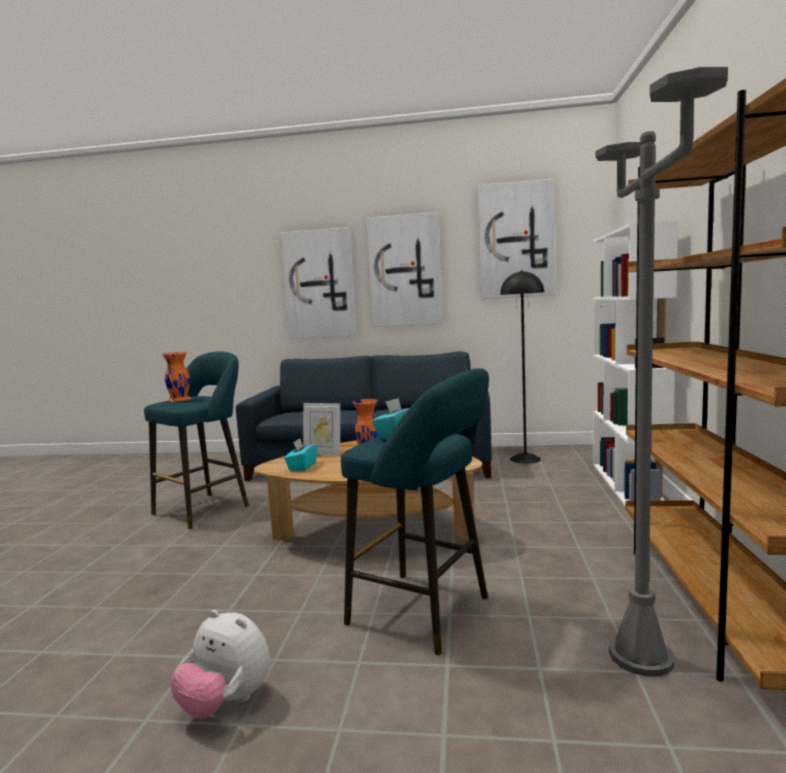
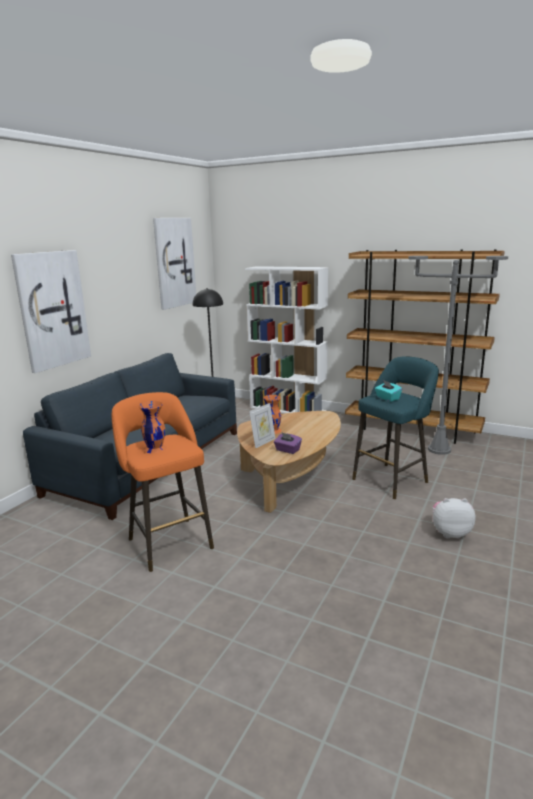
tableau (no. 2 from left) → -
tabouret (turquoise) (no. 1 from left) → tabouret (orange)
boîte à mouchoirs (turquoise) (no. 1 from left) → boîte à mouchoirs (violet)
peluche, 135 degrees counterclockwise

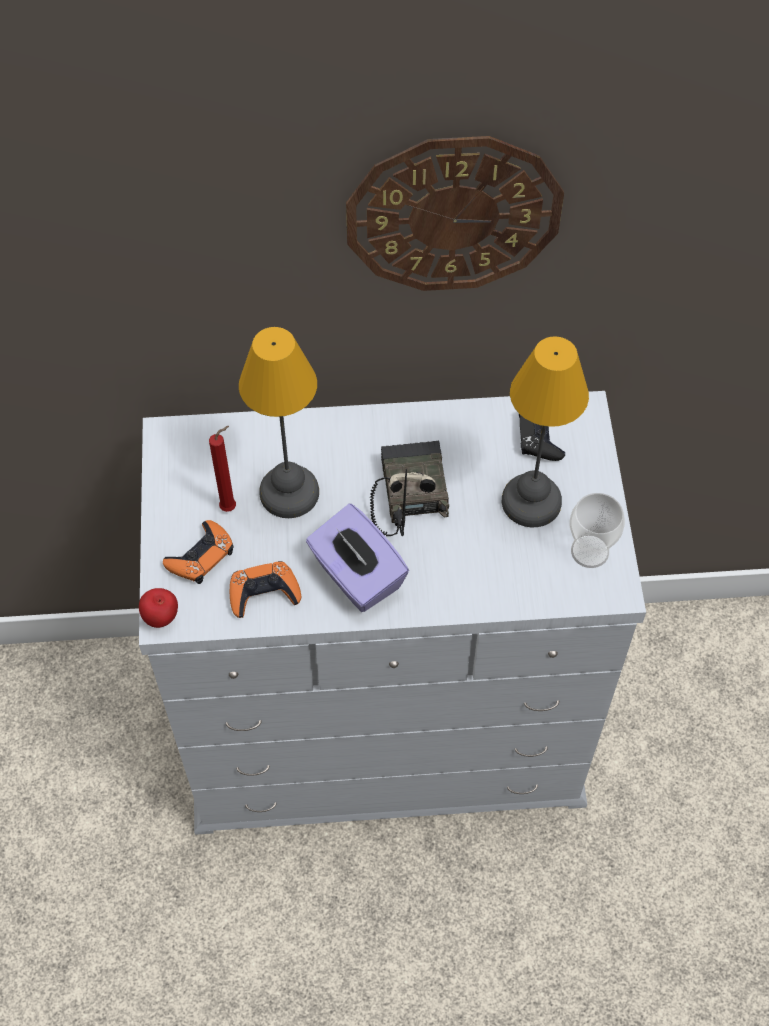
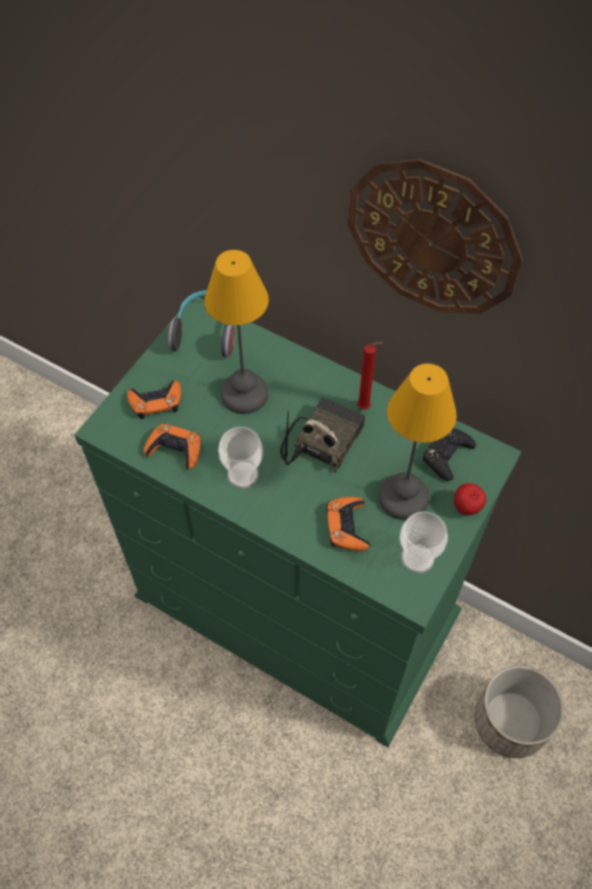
commode (blanc) → commode (vert)
bougie (rouge), relocated
boîte à mouchoirs (violet) → tasse (no. 1 from left)
pomme, relocated
- → casque audio
- → manette (orange) (no. 3 from left)
- → cache-pot

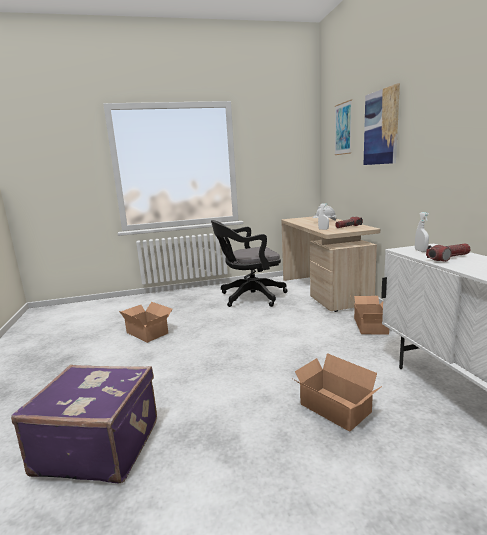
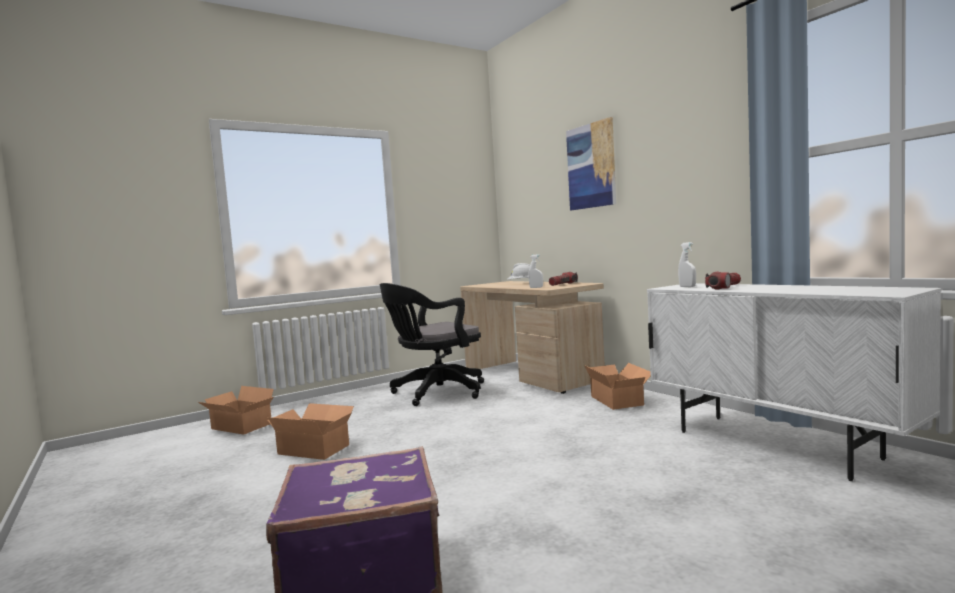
tableau (no. 1 from left) → -
carton (no. 2 from left in the first image) → carton (no. 1 from left), relocated

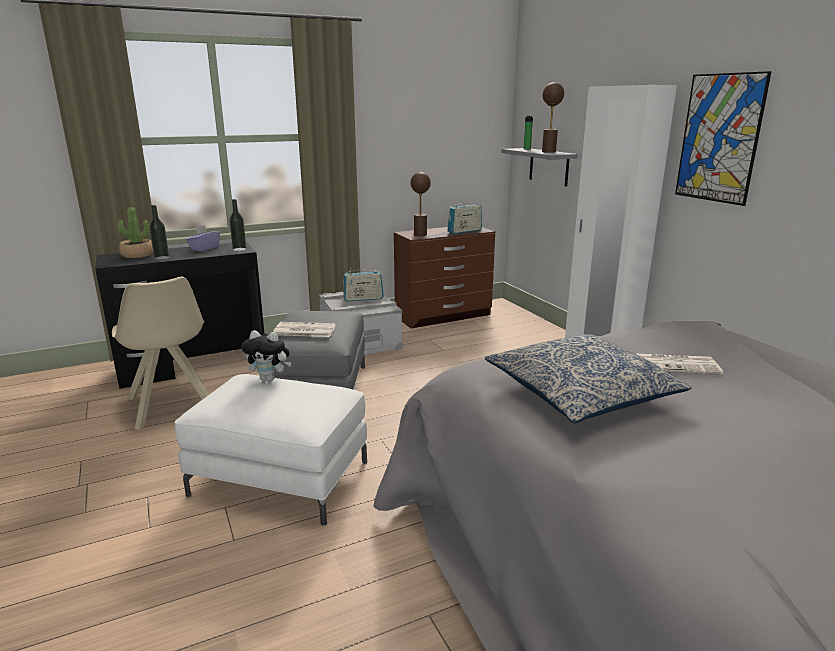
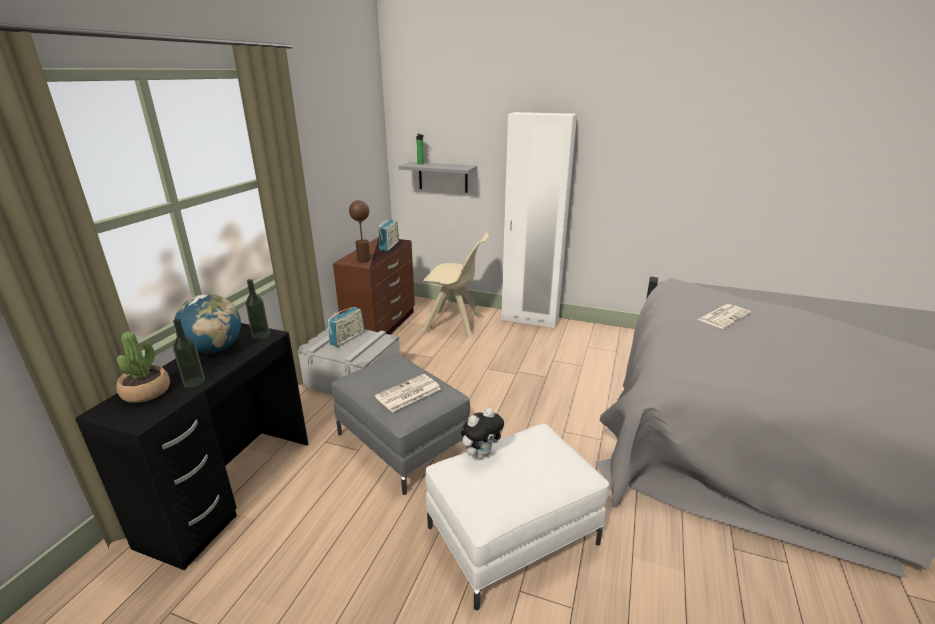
tableau → -
lampe de table (marron) (no. 2 from left) → -
boîte à mouchoirs (violet) → globe
chaise (beige), relocated
coussin → -

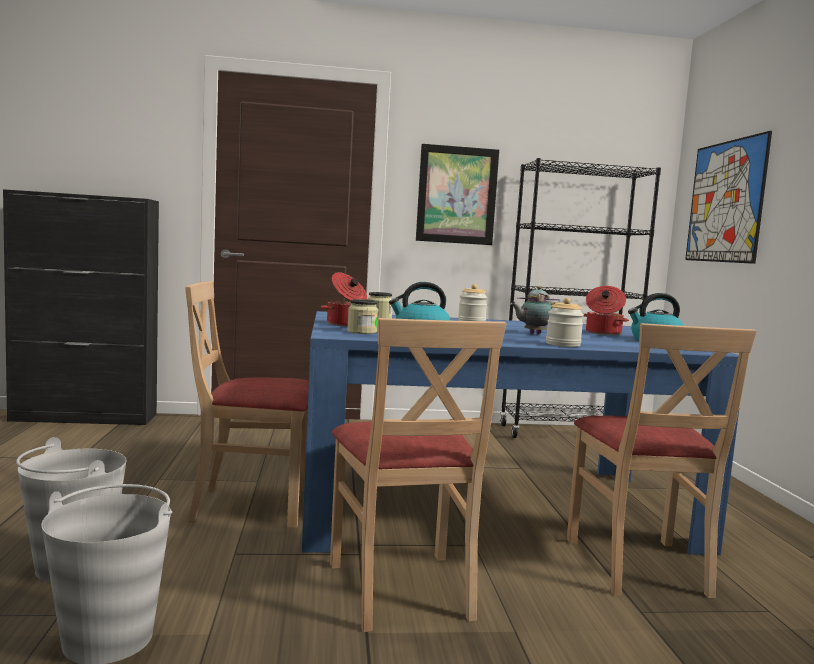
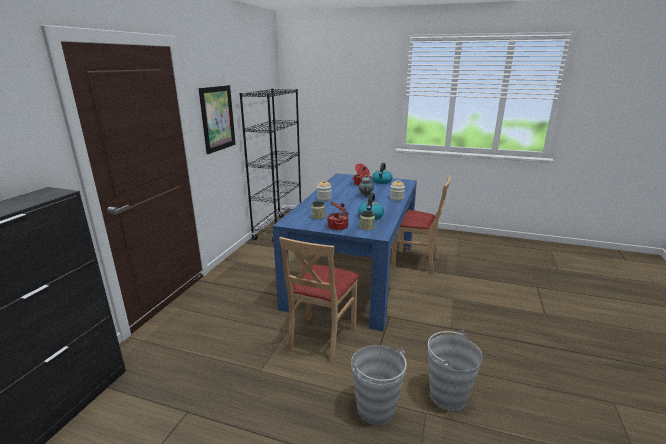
tableau (no. 2 from left) → -
chaise (beige) (no. 2 from left) → -

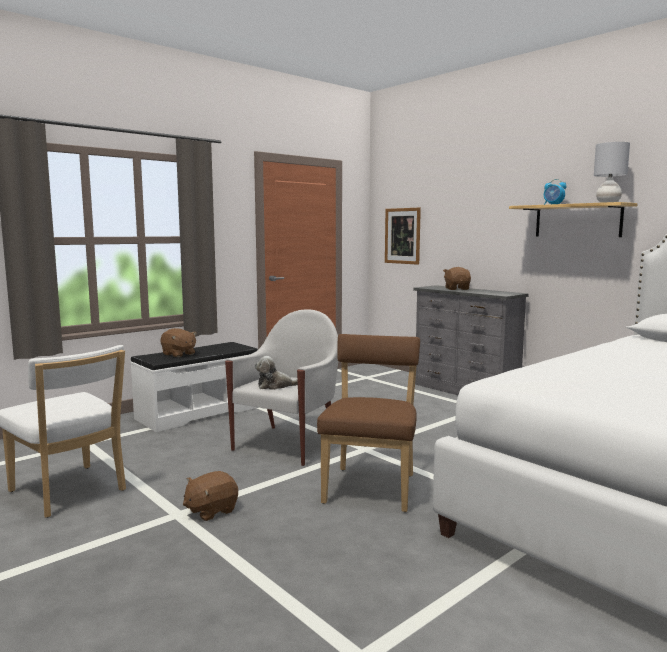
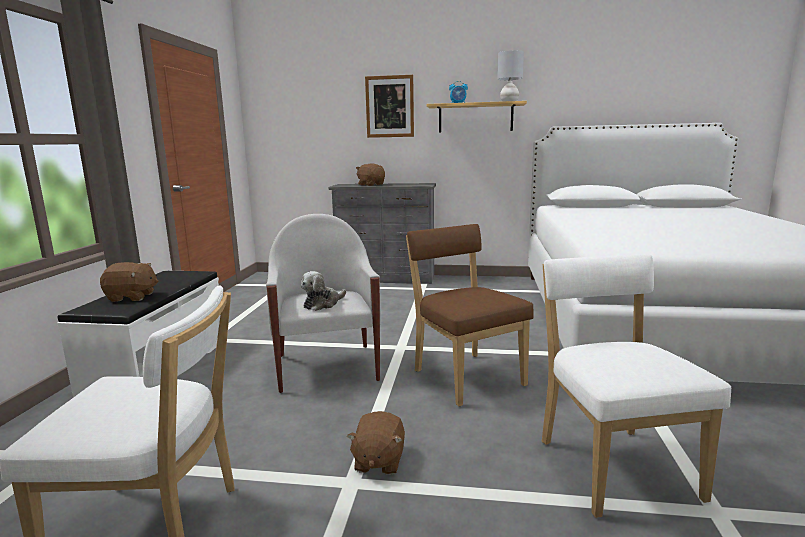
tableau, relocated
- → chaise (blanc) (no. 2 from left)

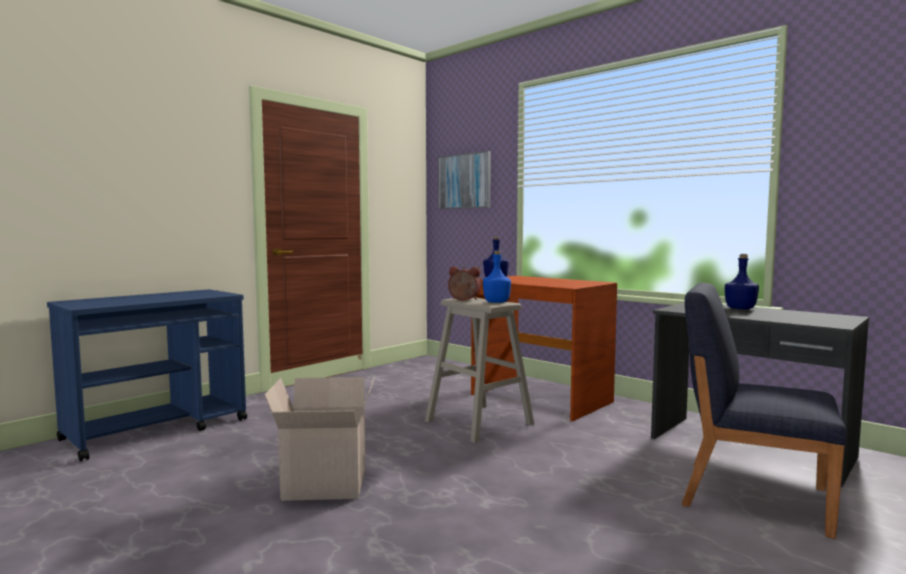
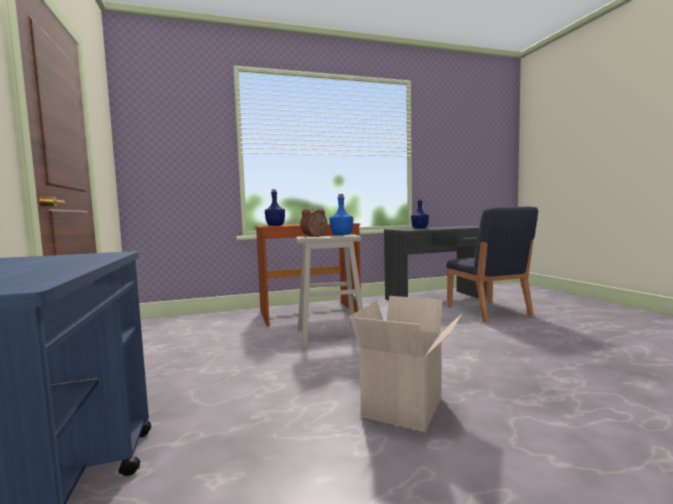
tableau → -
chaise (bleu), 75 degrees counterclockwise

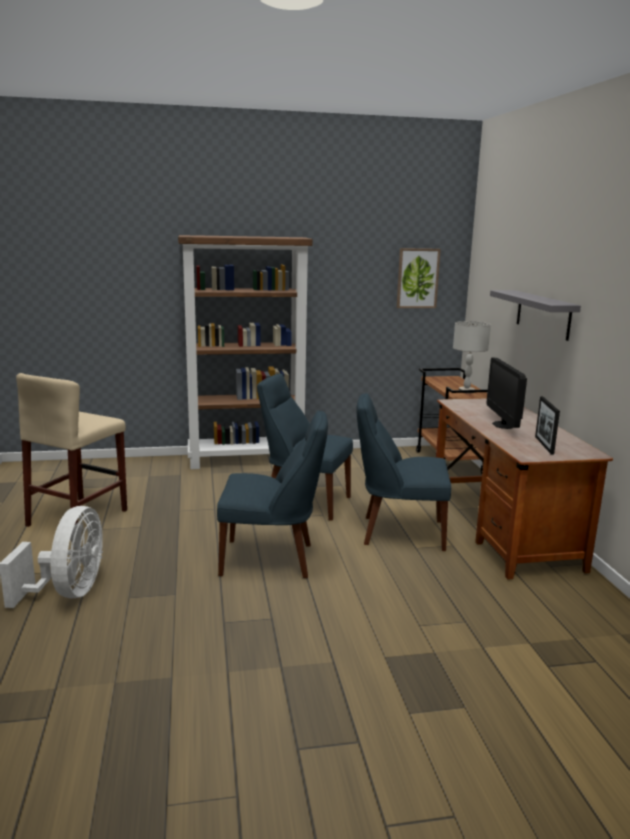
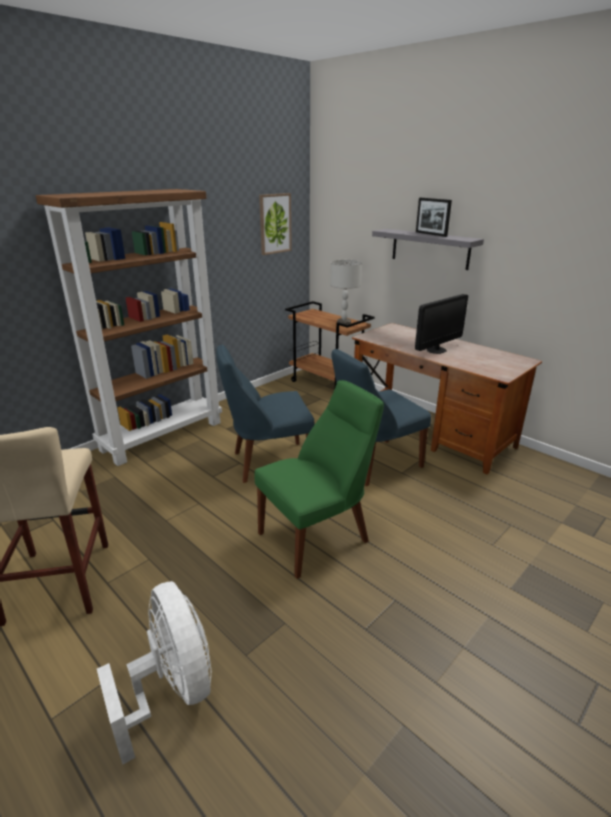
écran d'ordinateur, 90 degrees counterclockwise
cadre photo, relocated
chaise (bleu) (no. 1 from left) → chaise (vert)

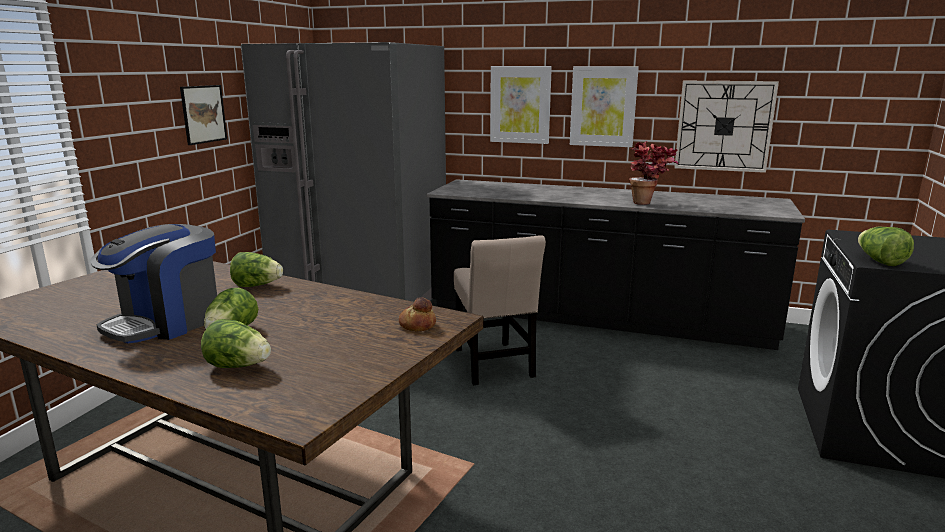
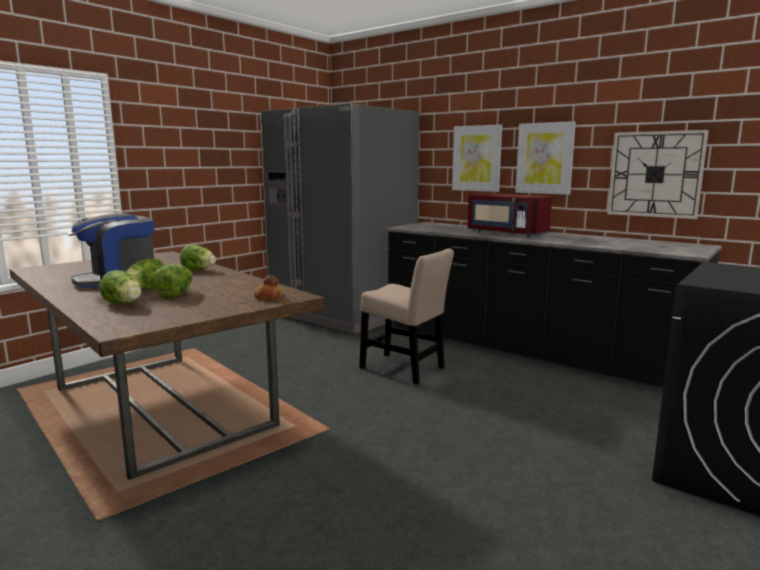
tableau (no. 1 from left) → -
plante en pot → -
laitue (no. 4 from left in the first image) → laitue (no. 3 from left), relocated
chaise (beige), 60 degrees counterclockwise
- → micro-ondes (rouge)

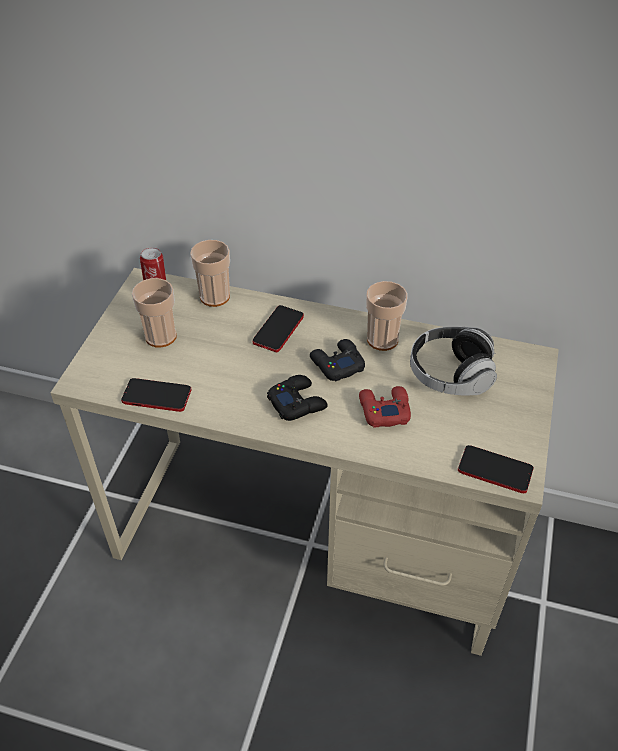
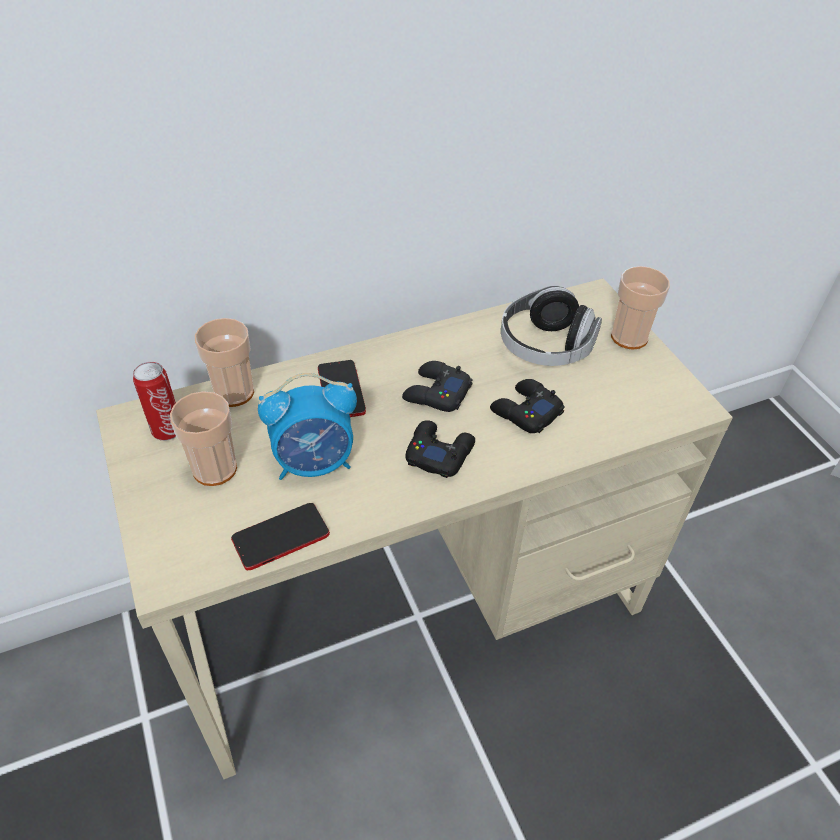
tasse (no. 3 from left), relocated
manette (rouge) → manette (noir) (no. 3 from left)
téléphone (no. 3 from left) → -
- → réveil

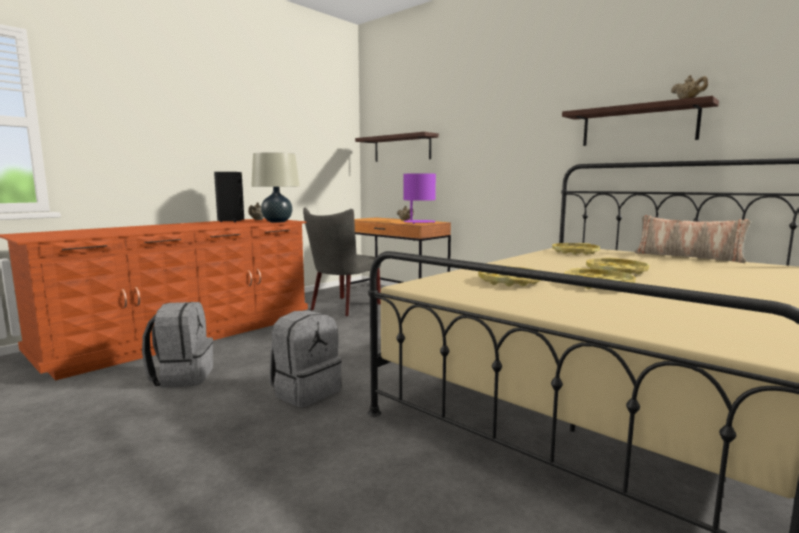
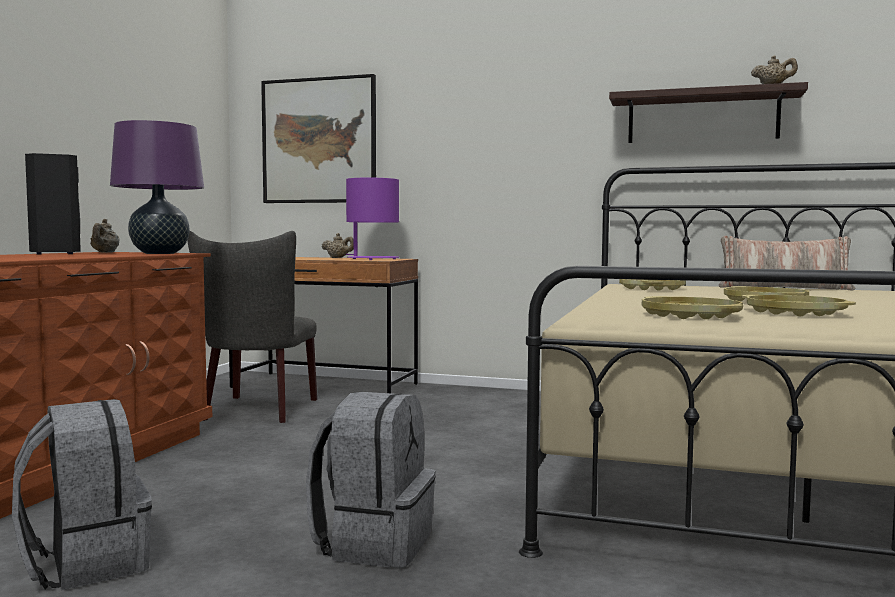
étagère (no. 1 from left) → tableau
lampe de table (beige) → lampe de table (violet) (no. 1 from left)

